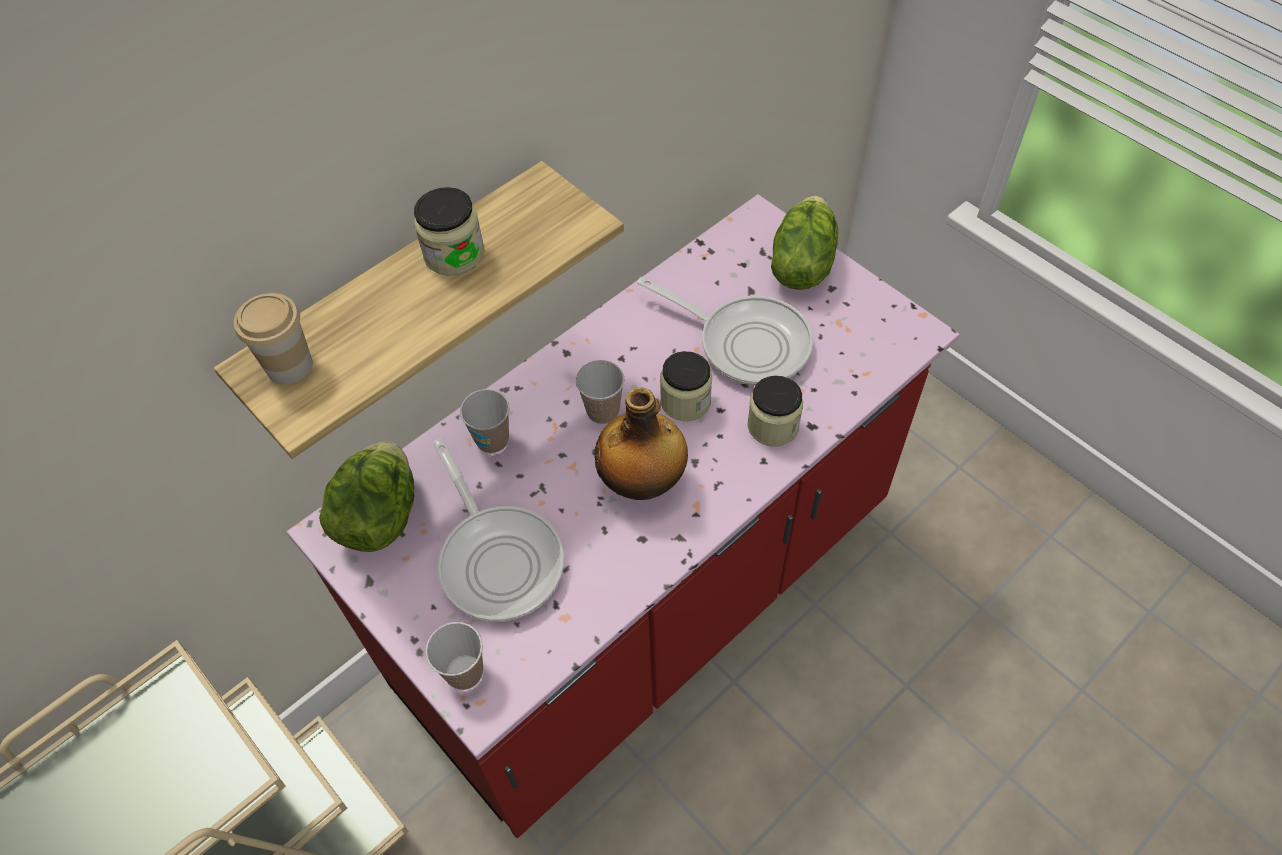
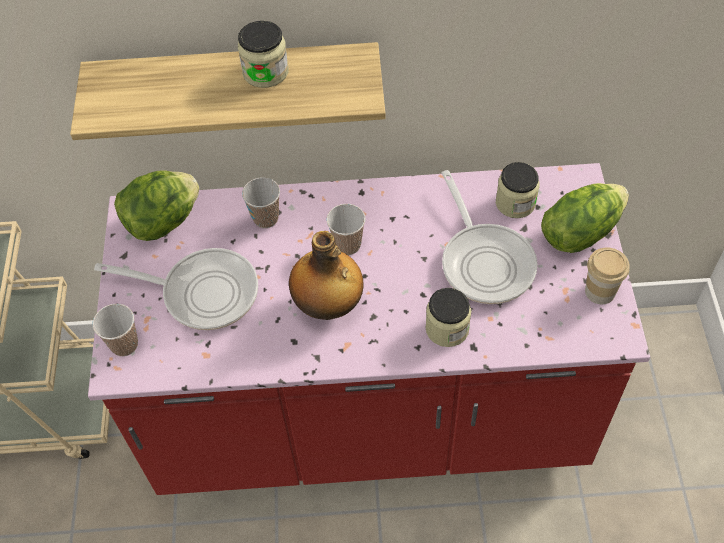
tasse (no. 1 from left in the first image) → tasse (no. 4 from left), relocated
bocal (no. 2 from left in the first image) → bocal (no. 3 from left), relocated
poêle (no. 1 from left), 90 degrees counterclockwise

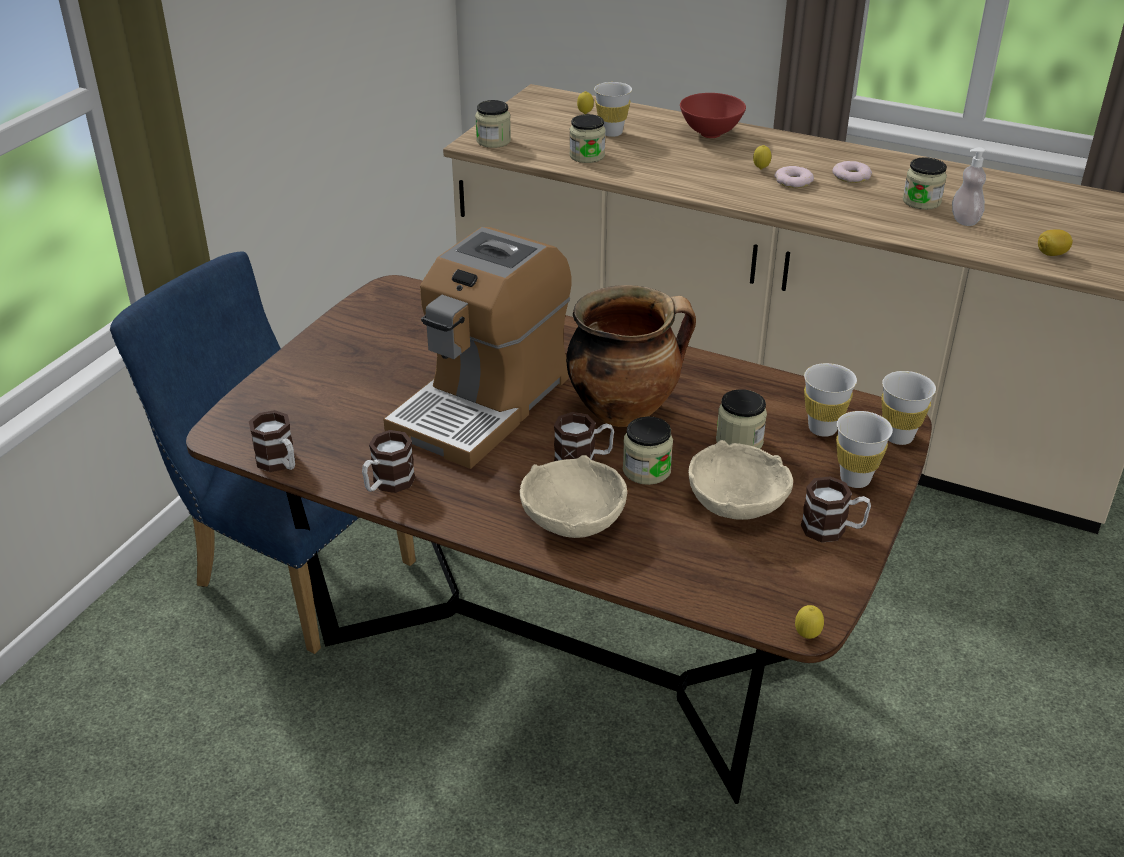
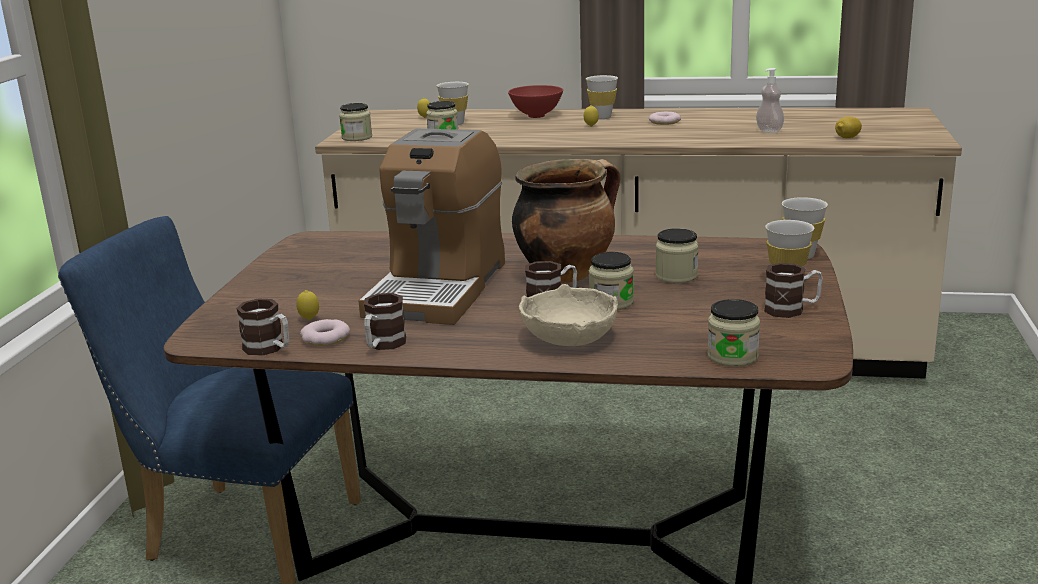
bocal (no. 5 from left), relocated
beignet (no. 1 from left), relocated
tasse (blanc) (no. 2 from left), relocated
bol (beige) (no. 2 from left) → -
citron (no. 3 from left in the first image) → citron (no. 1 from left), relocated

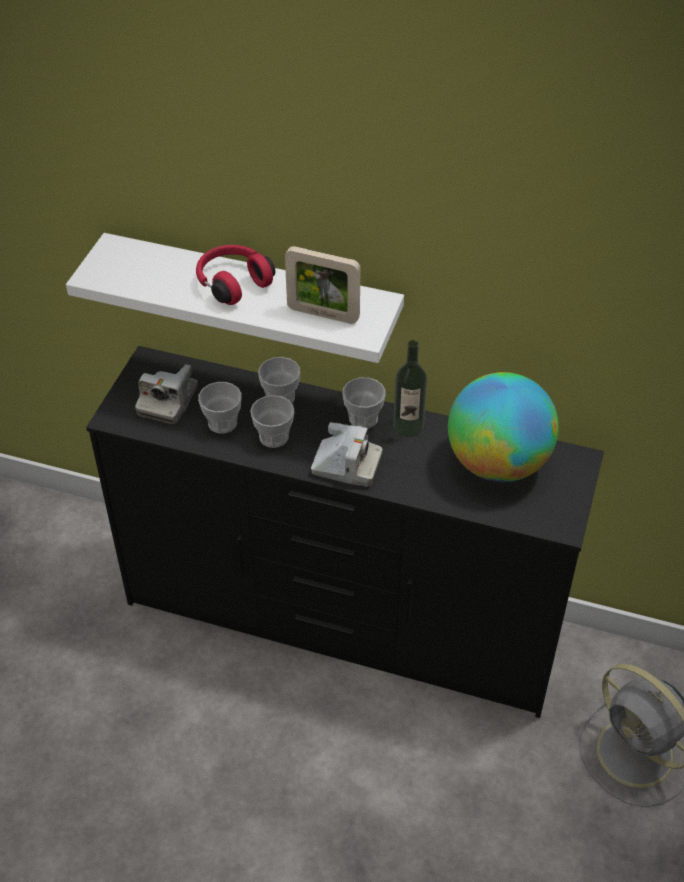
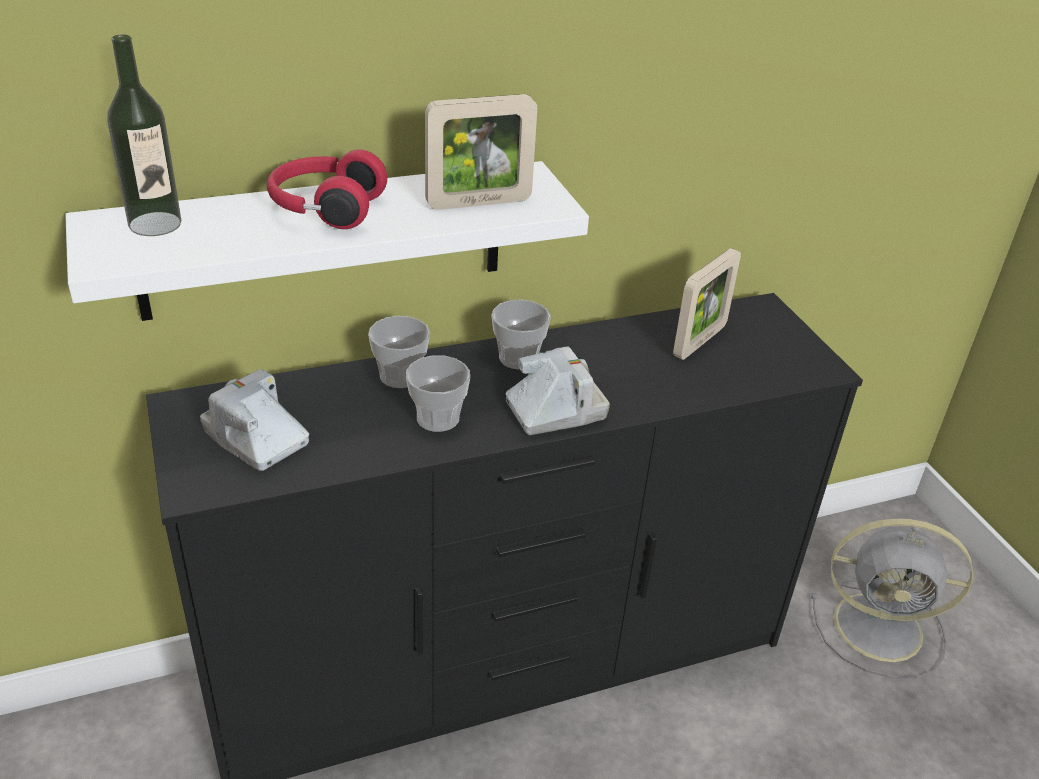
bouteille, relocated
appareil photo (no. 1 from left), 150 degrees clockwise
globe → cadre photo (no. 2 from left)
tasse (no. 1 from left) → -

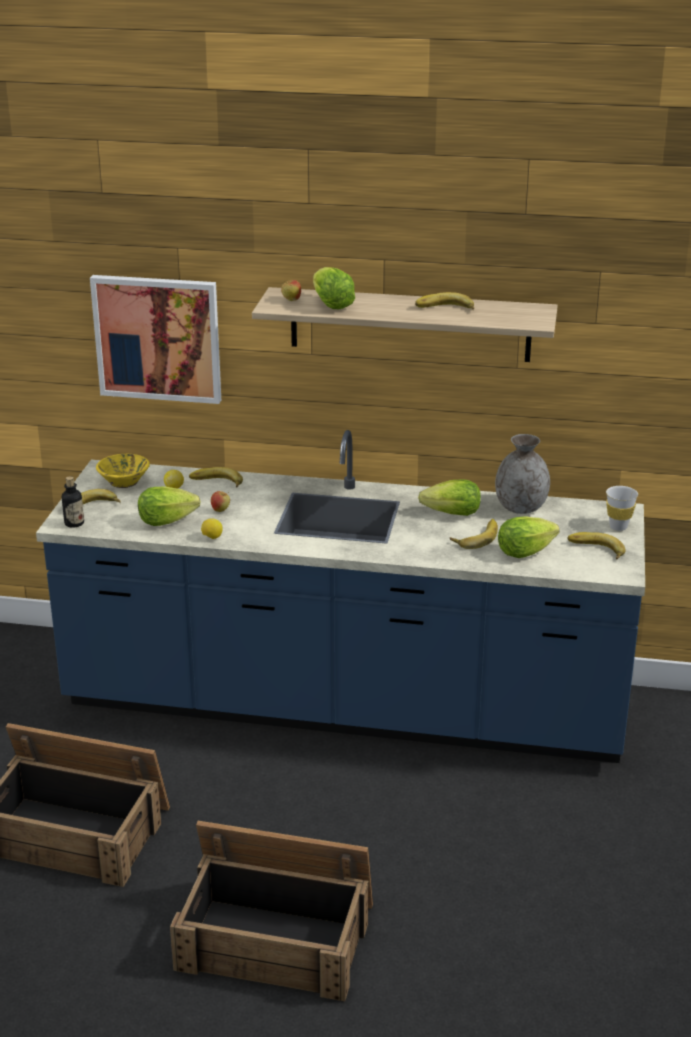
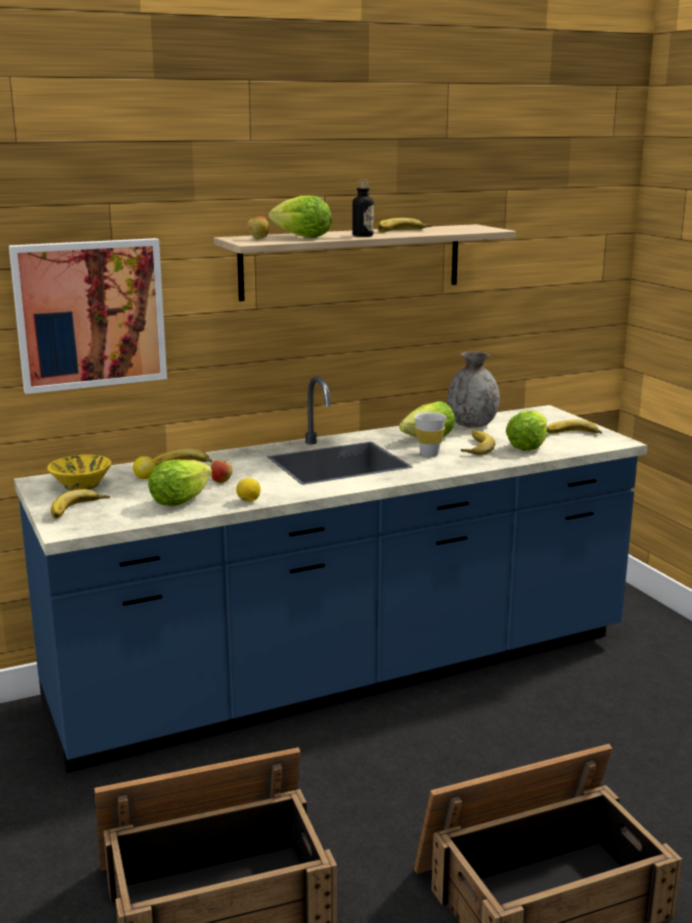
bouteille, relocated
tasse (blanc), relocated

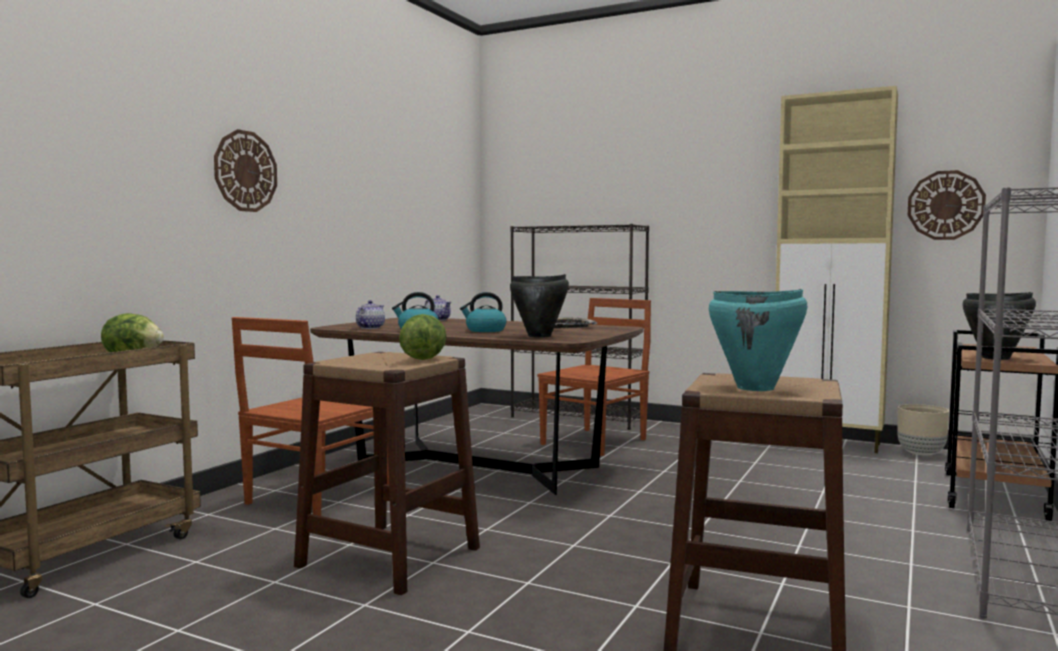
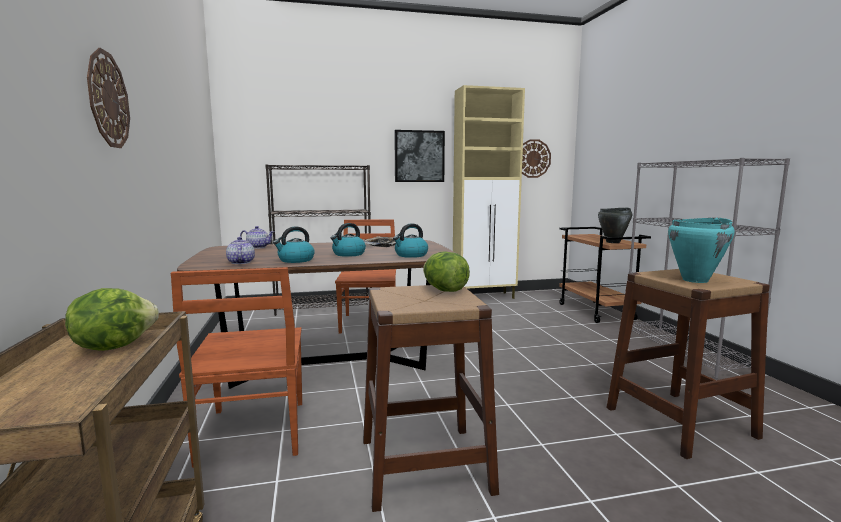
marmite (noir) (no. 1 from left) → bouilloire (no. 3 from left)
cache-pot (beige) → -
- → tableau

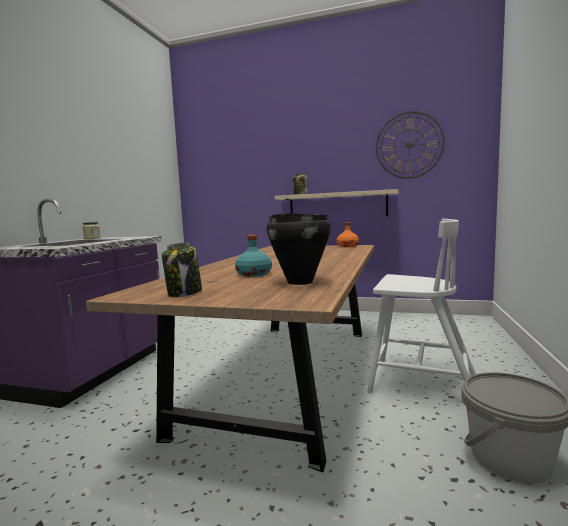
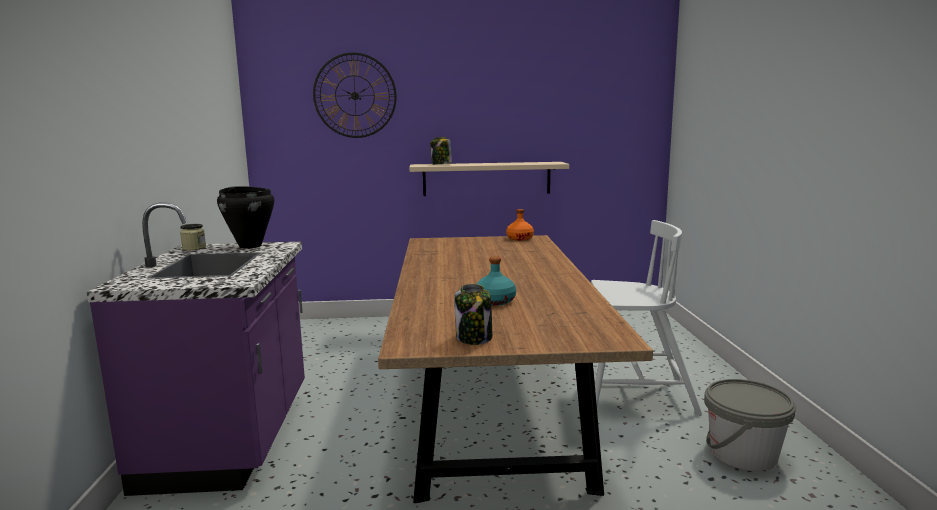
horloge murale, relocated
marmite (noir), relocated

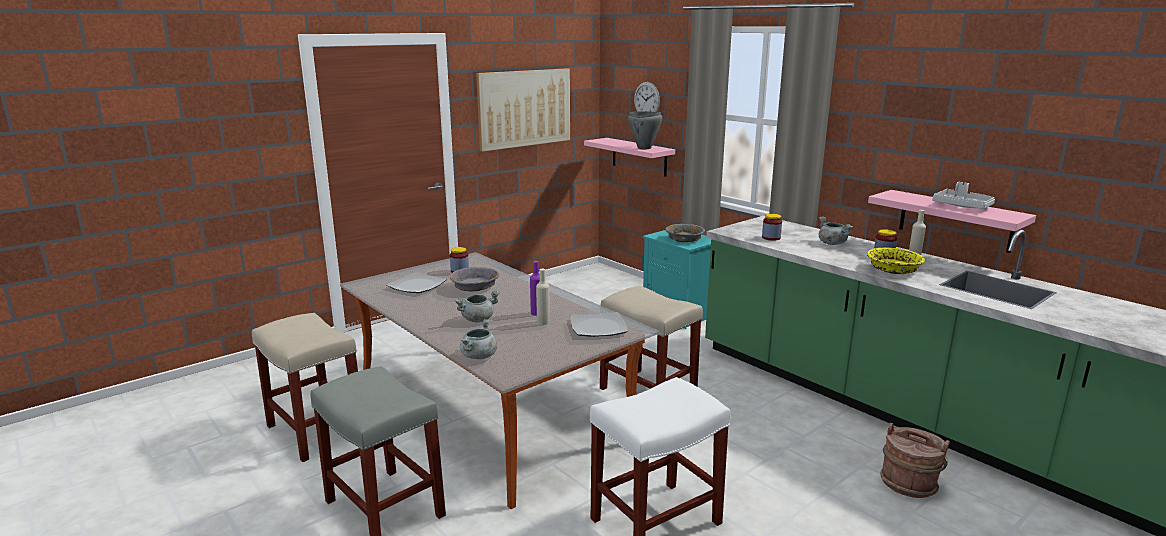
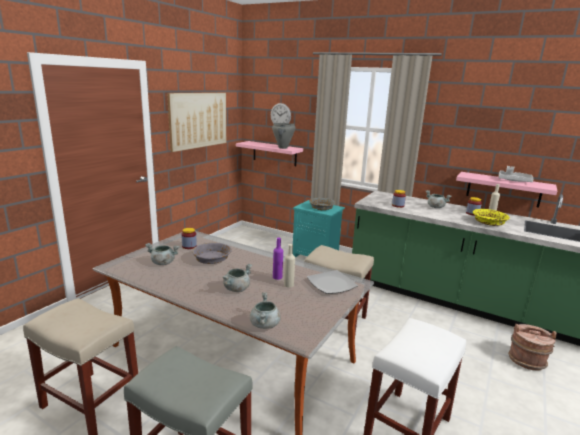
assiette (no. 1 from left) → marmite (gris) (no. 1 from left)

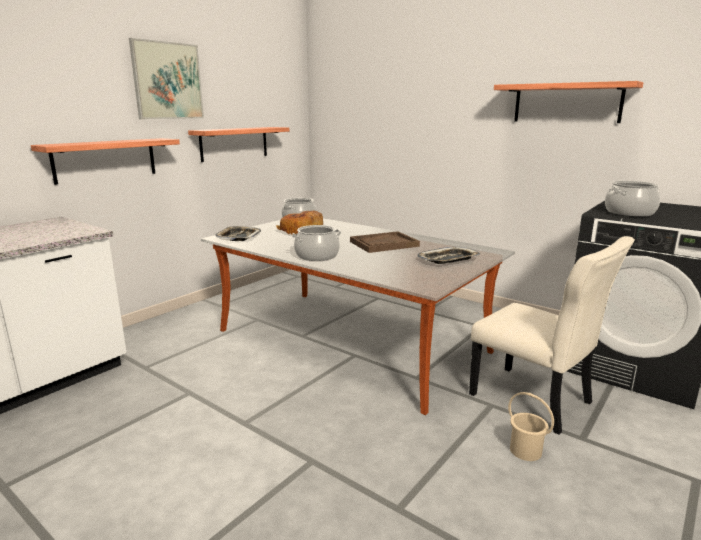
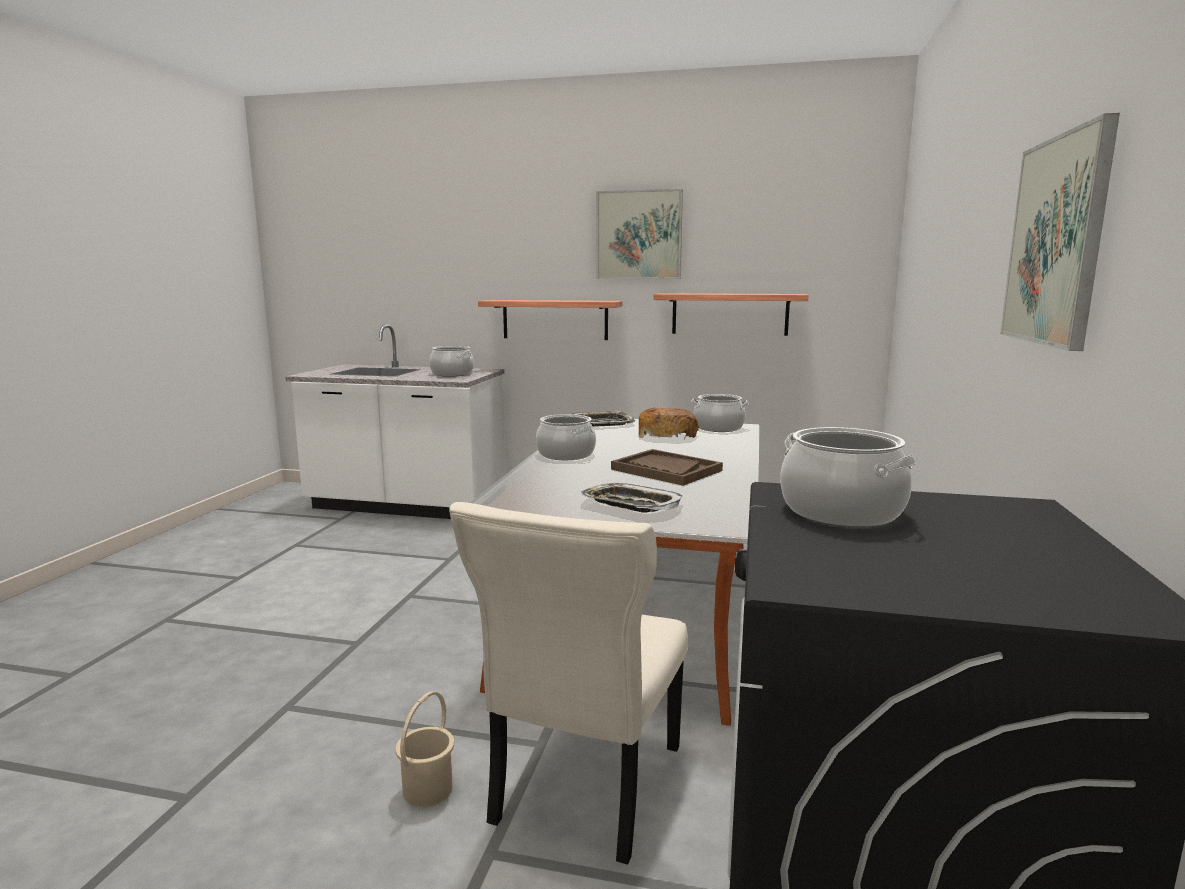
étagère (no. 3 from left) → tableau (no. 2 from left)
- → marmite (no. 1 from left)

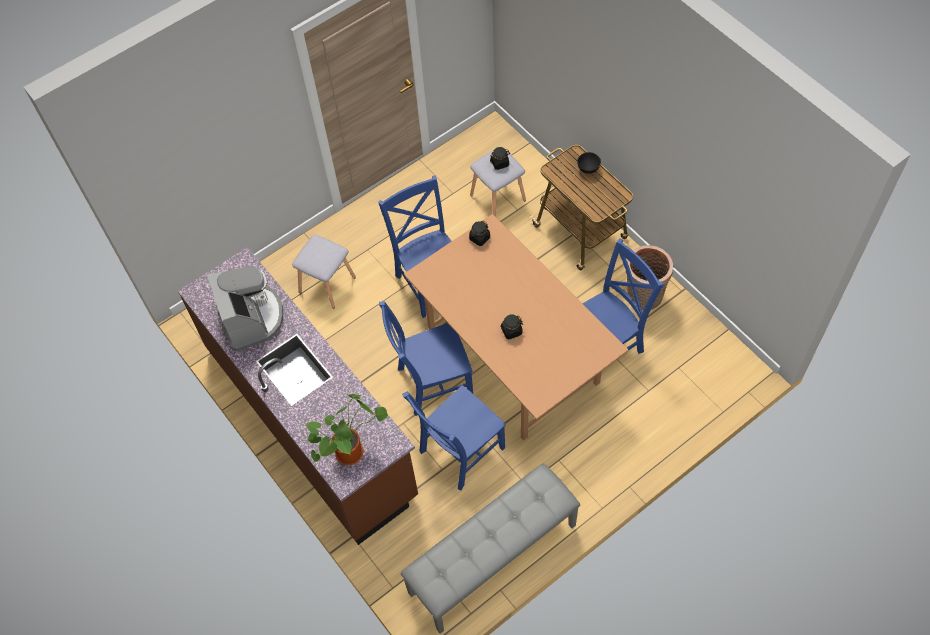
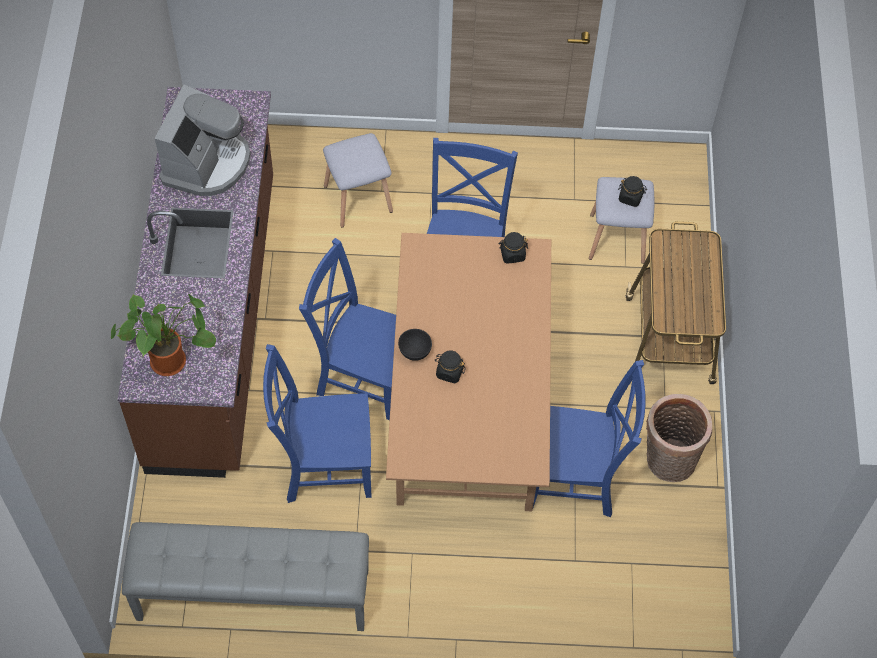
bol (noir), relocated

